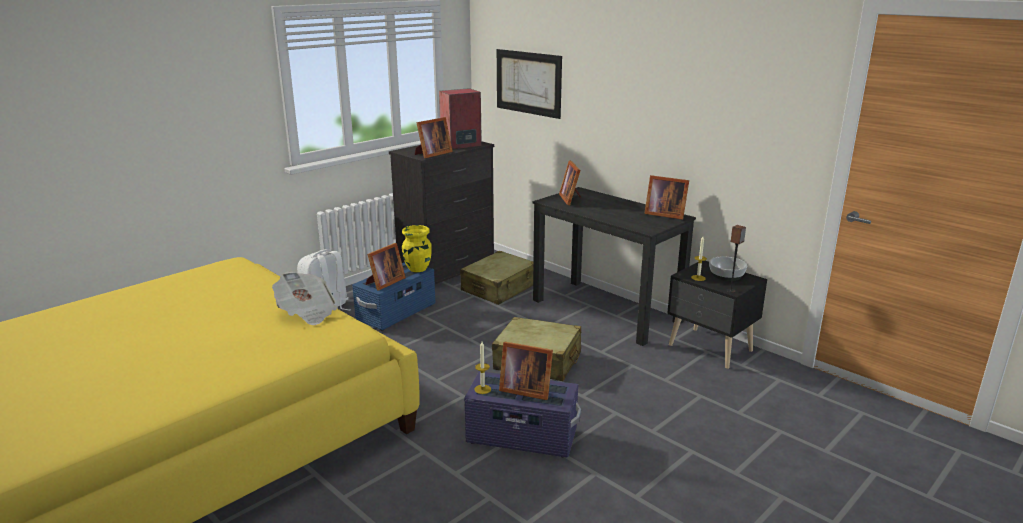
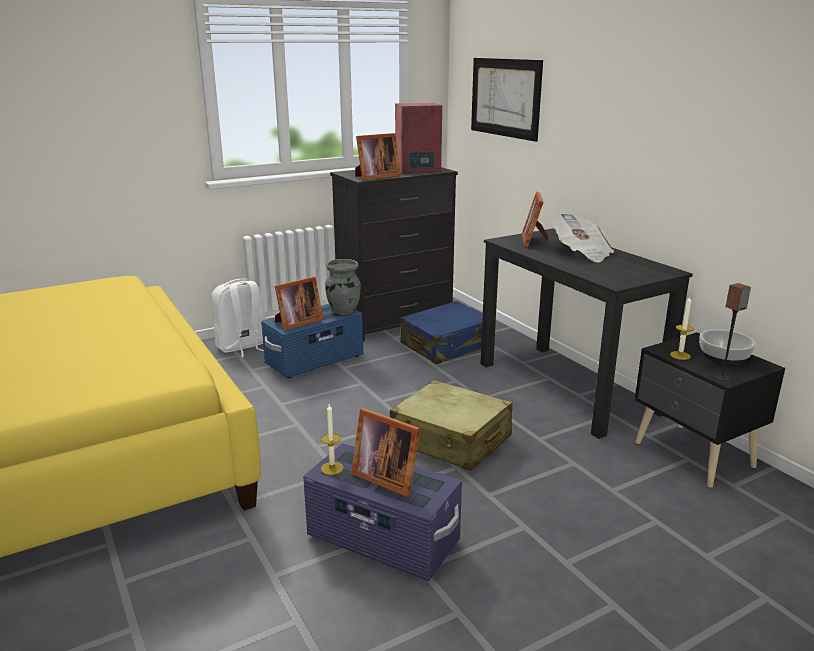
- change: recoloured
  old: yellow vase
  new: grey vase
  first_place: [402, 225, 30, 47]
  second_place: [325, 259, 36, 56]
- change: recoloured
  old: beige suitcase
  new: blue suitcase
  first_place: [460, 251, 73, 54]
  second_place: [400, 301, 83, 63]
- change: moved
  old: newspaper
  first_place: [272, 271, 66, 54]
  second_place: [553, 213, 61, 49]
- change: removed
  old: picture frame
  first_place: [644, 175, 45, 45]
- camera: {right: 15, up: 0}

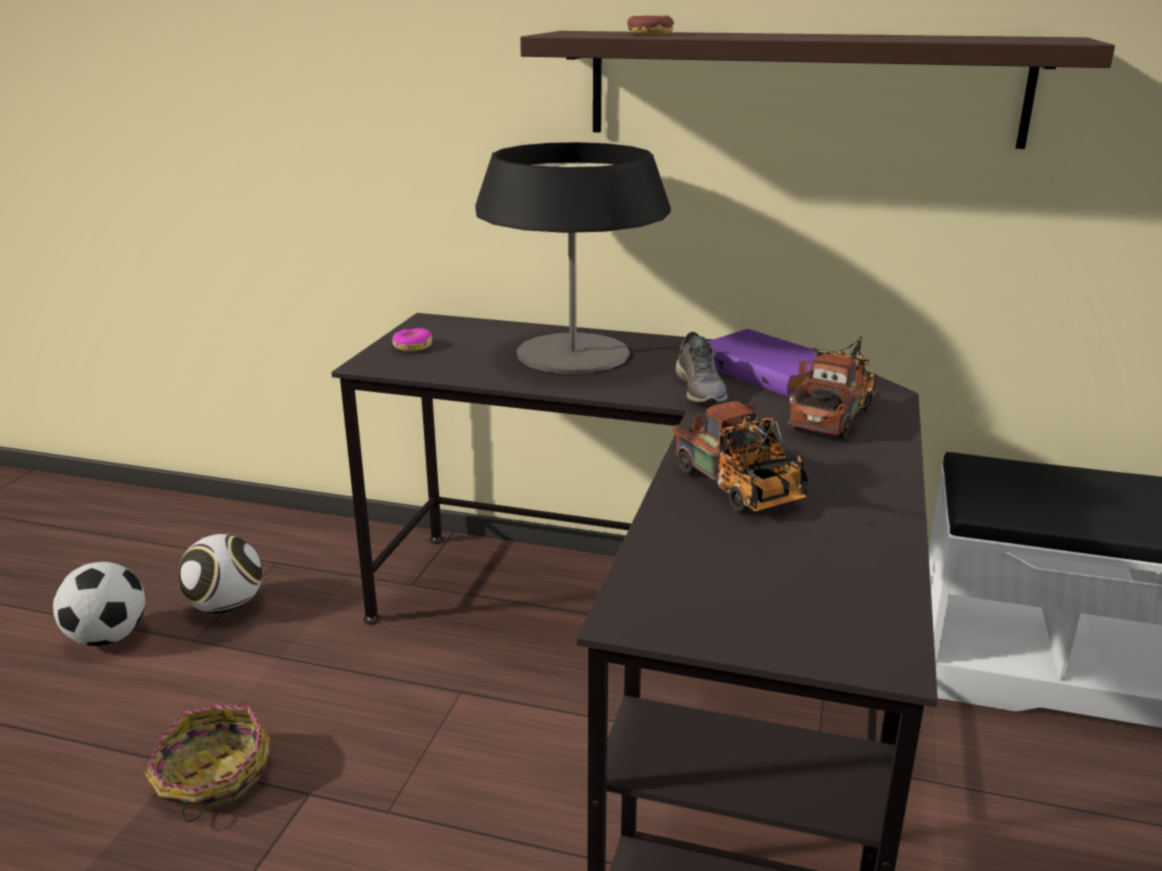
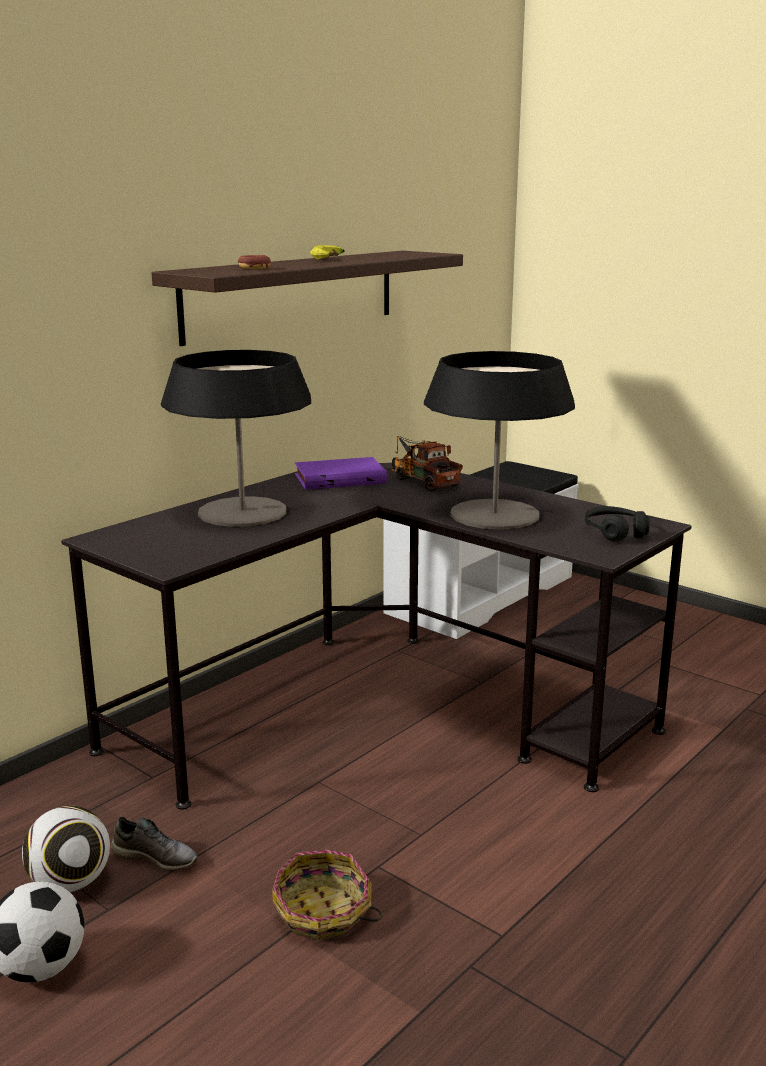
- change: moved
  old: grey shoe
  first_place: [675, 332, 53, 71]
  second_place: [111, 817, 86, 54]
- change: added
  new: banana
  second_place: [310, 245, 34, 15]
- change: replaced
  old: toy truck
  new: table lamp
  first_place: [673, 401, 135, 111]
  second_place: [424, 351, 151, 179]
- change: added
  new: black headphones
  second_place: [585, 506, 65, 36]
- change: removed
  old: donut
  first_place: [392, 328, 40, 23]
- camera: {right: -65, up: -5}

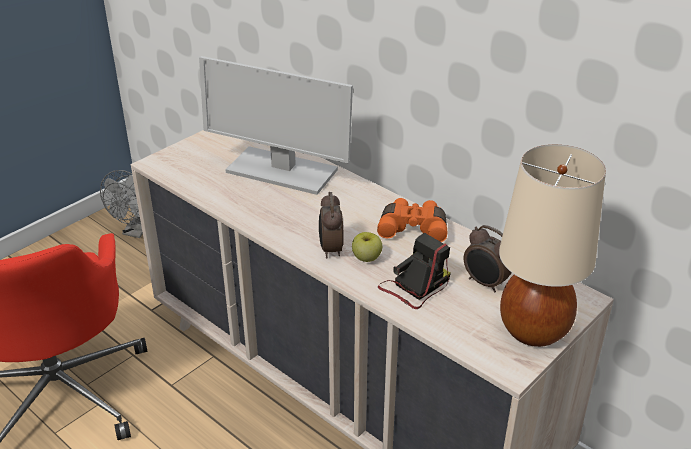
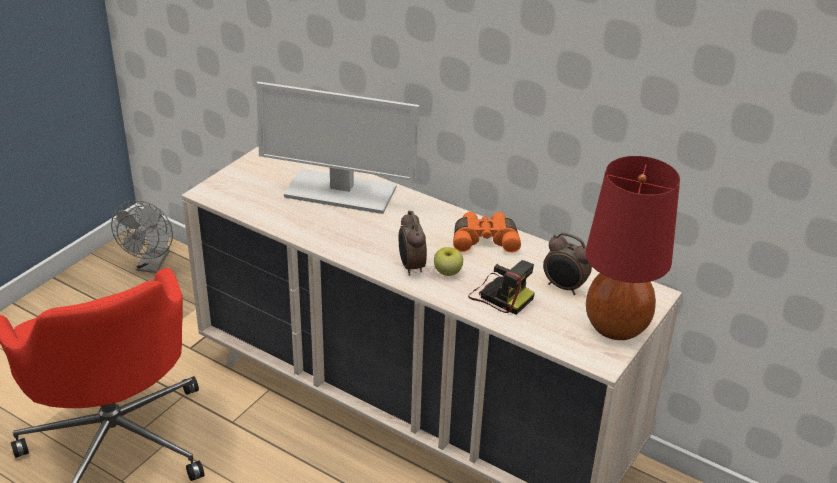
- change: turned
  old: photo camera
  first_place: [378, 233, 73, 76]
  second_place: [468, 260, 67, 55]
  degrees: 90
- change: recoloured
  old: beige table lamp
  new: red table lamp
  first_place: [499, 144, 107, 203]
  second_place: [585, 156, 95, 184]
- camera: {right: -10, up: 0}

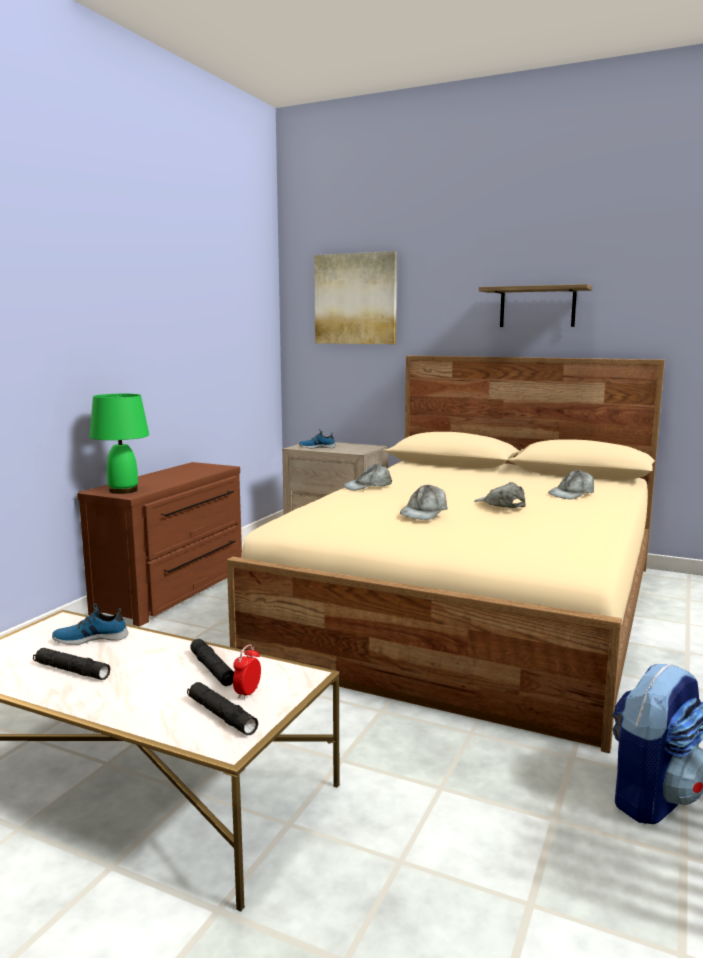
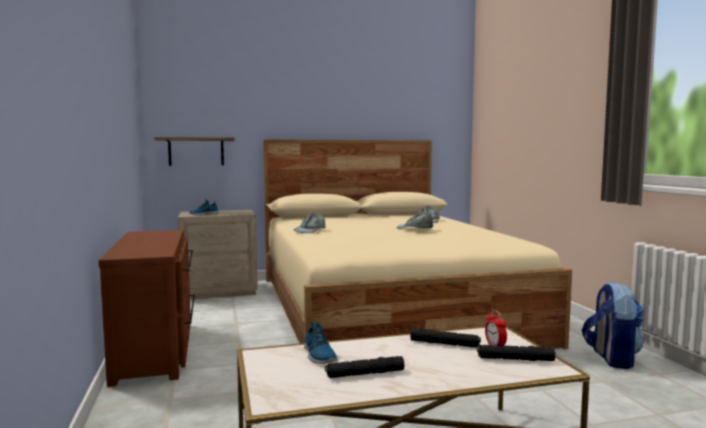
- change: moved
  old: shelf
  first_place: [479, 284, 113, 43]
  second_place: [154, 137, 81, 29]
- change: turned
  old: shoe
  first_place: [52, 603, 76, 42]
  second_place: [304, 321, 34, 43]
  degrees: -60
- change: removed
  old: green table lamp
  first_place: [90, 394, 59, 100]
- change: removed
  old: picture
  first_place: [314, 251, 83, 93]
- change: removed
  old: grey cap
  first_place: [400, 484, 48, 36]
- camera: {right: -40, up: -5}

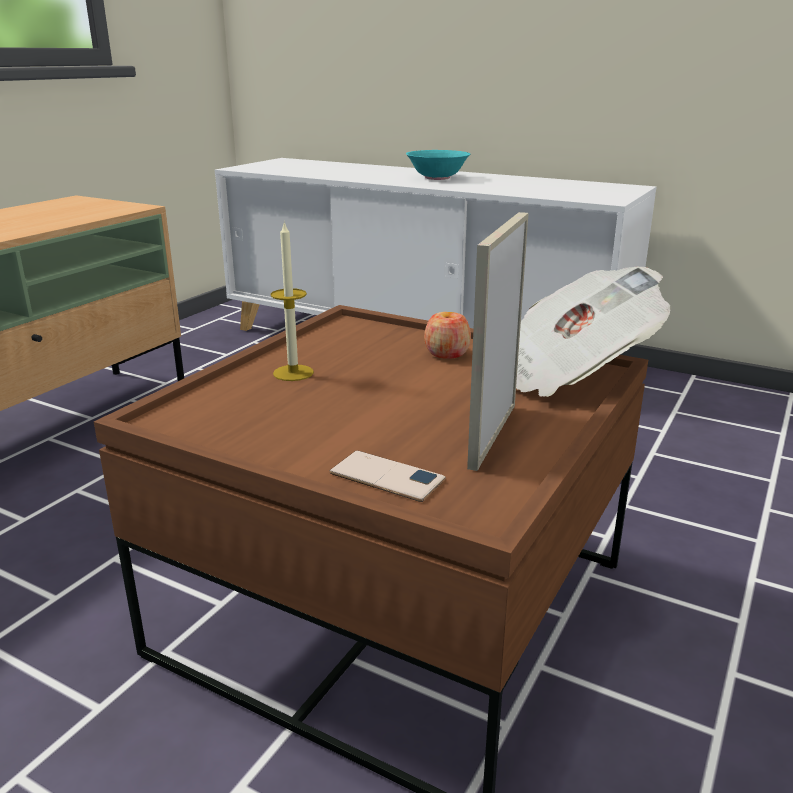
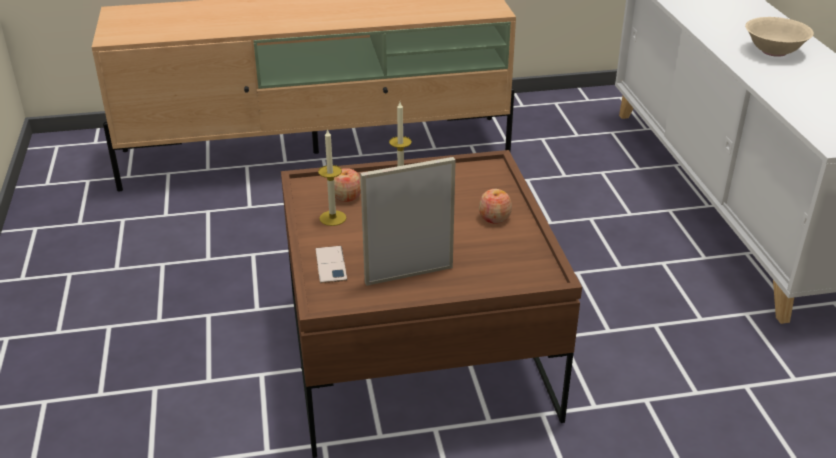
- change: added
  new: candle
  second_place: [318, 129, 28, 97]
- change: added
  new: apple
  second_place: [334, 168, 27, 34]
- change: recoloured
  old: turquoise bowl
  new: beige bowl
  first_place: [406, 150, 64, 30]
  second_place: [745, 17, 69, 40]
- change: removed
  old: newspaper
  first_place: [516, 267, 155, 130]
- camera: {right: 50, up: 10}

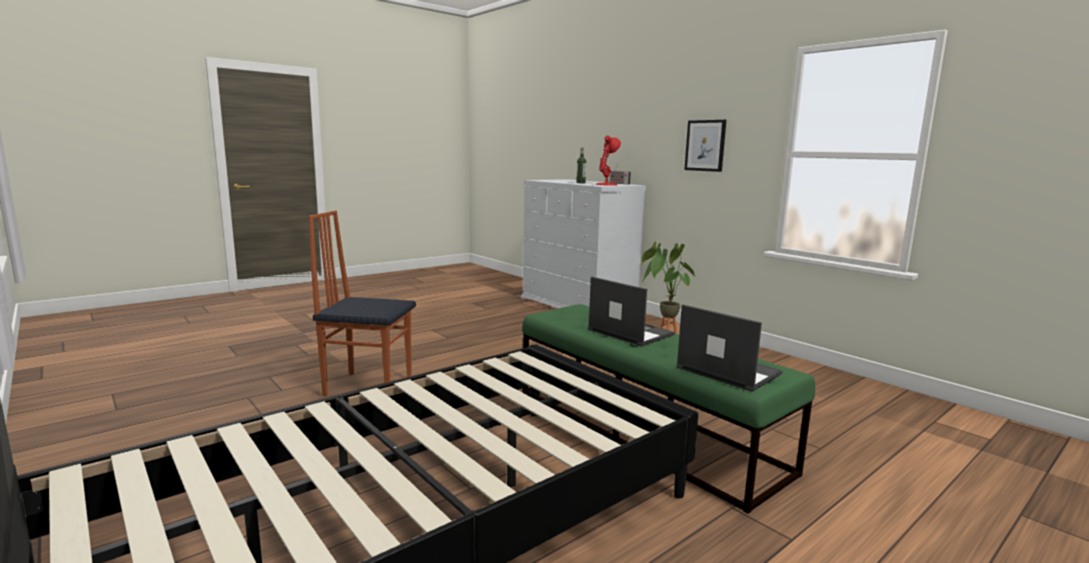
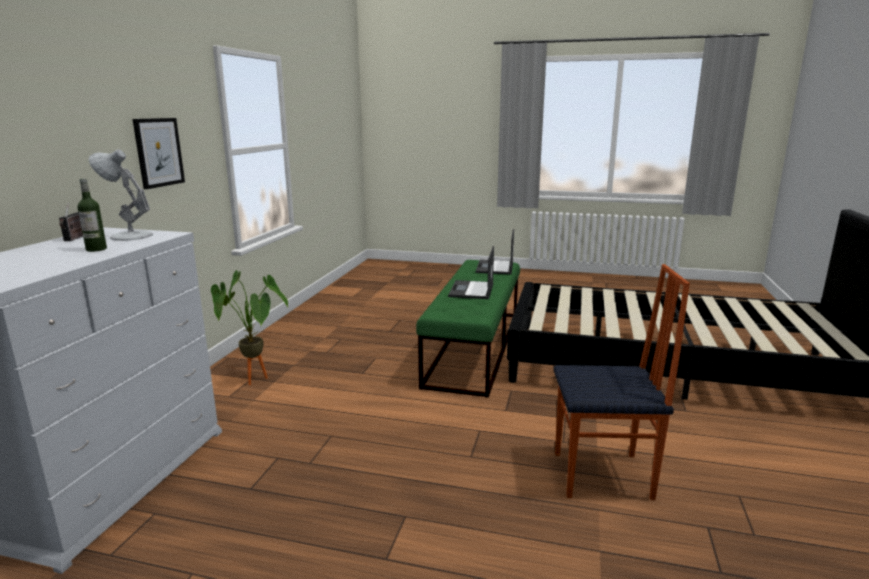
- change: recoloured
  old: red table lamp
  new: white table lamp
  first_place: [596, 135, 25, 51]
  second_place: [89, 150, 64, 91]
- change: turned
  old: chair
  first_place: [308, 211, 108, 185]
  second_place: [553, 264, 137, 236]
  degrees: -60
- camera: {right: -125, up: 5}

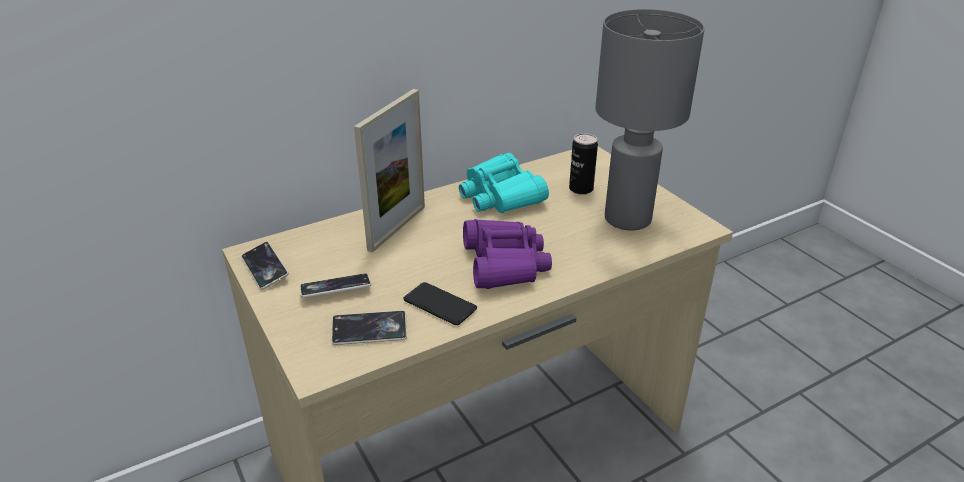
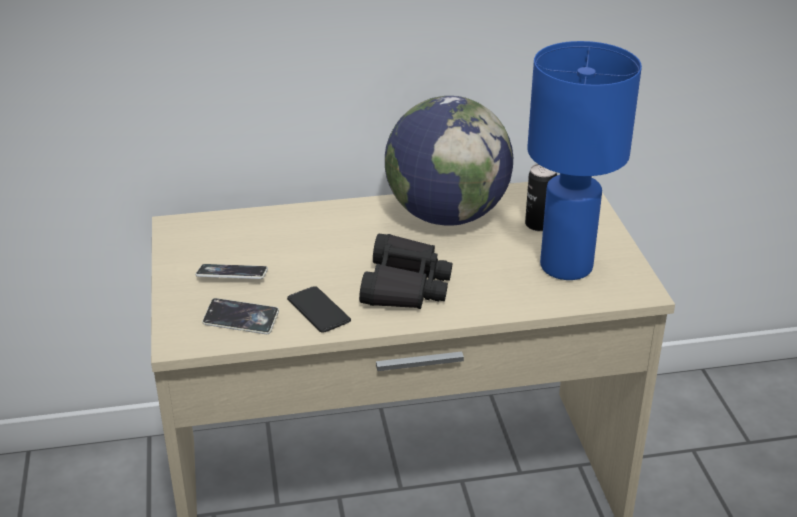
- change: recoloured
  old: purple binoculars
  new: black binoculars
  first_place: [463, 219, 89, 70]
  second_place: [359, 234, 93, 75]
- change: replaced
  old: turquoise binoculars
  new: globe
  first_place: [459, 153, 90, 60]
  second_place: [385, 96, 128, 130]
- change: recoloured
  old: grey table lamp
  new: blue table lamp
  first_place: [595, 9, 110, 222]
  second_place: [527, 41, 115, 239]
- change: removed
  old: phone
  first_place: [241, 242, 48, 48]
- change: removed
  old: picture frame
  first_place: [354, 89, 71, 163]
- camera: {right: 20, up: 0}

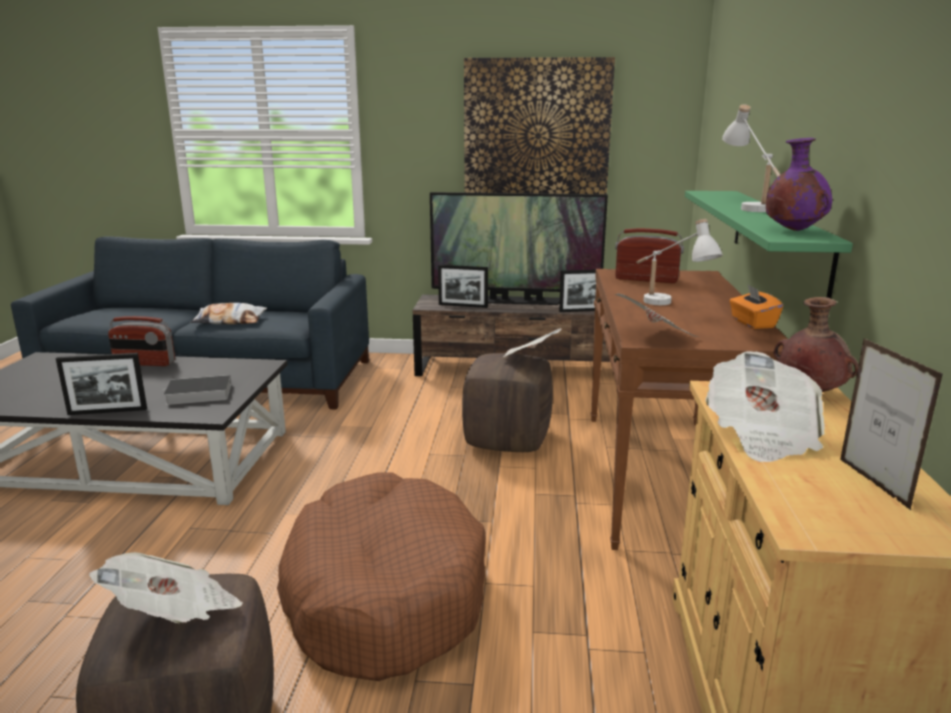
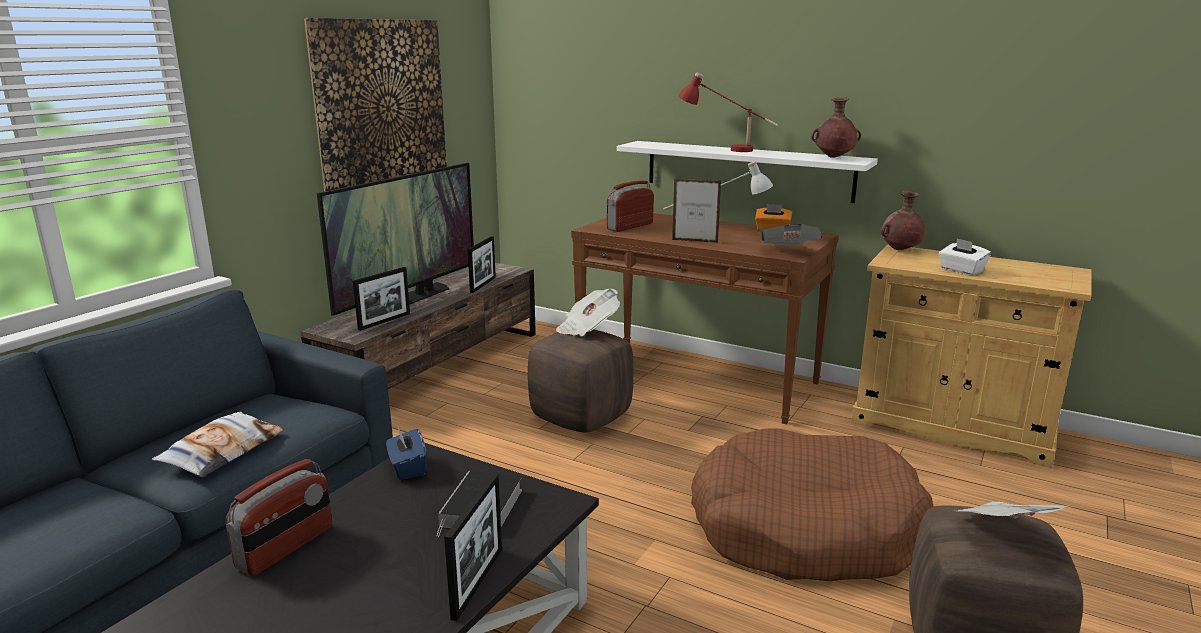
- change: added
  new: blue tissue box
  second_place: [386, 427, 41, 53]
- change: recoloured
  old: green shelf
  new: white shelf
  first_place: [685, 191, 168, 107]
  second_place: [617, 141, 261, 62]
- change: moved
  old: picture frame
  first_place: [840, 338, 103, 172]
  second_place: [672, 178, 49, 65]
- change: recoloured
  old: white table lamp
  new: red table lamp
  first_place: [722, 104, 58, 108]
  second_place: [678, 72, 101, 80]
- change: recoloured
  old: purple vase
  new: brown vase
  first_place: [766, 138, 66, 93]
  second_place: [811, 97, 50, 61]
- change: replaced
  old: newspaper
  new: white tissue box
  first_place: [705, 351, 120, 111]
  second_place: [939, 238, 52, 37]
- camera: {right: -65, up: 0}

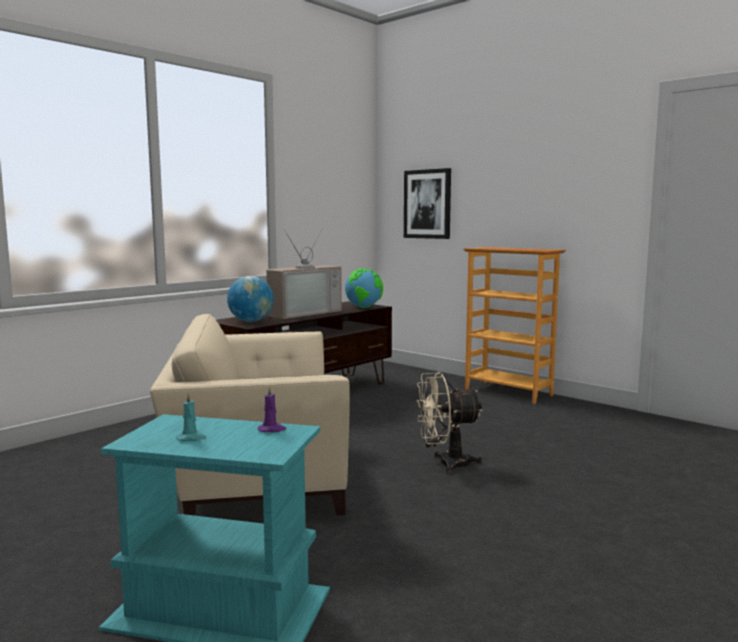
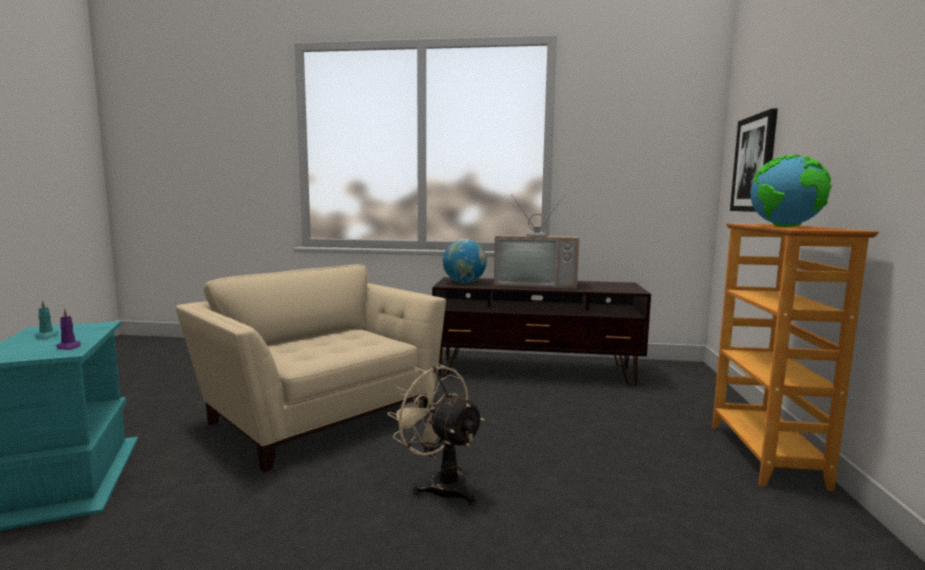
- change: moved
  old: globe
  first_place: [345, 268, 38, 40]
  second_place: [750, 155, 82, 72]
- camera: {right: 55, up: 0}

